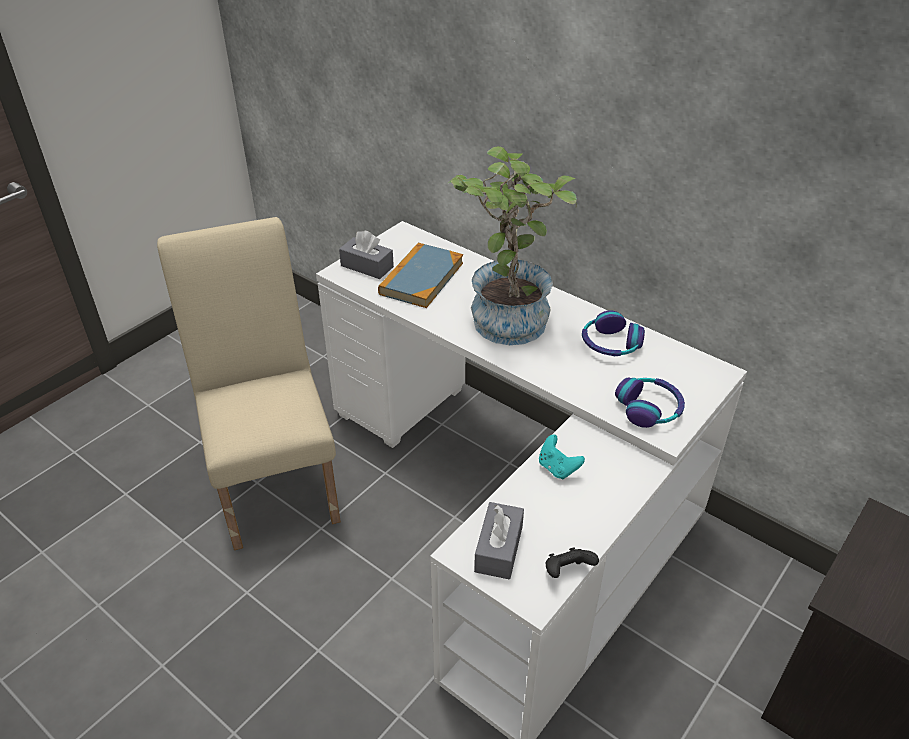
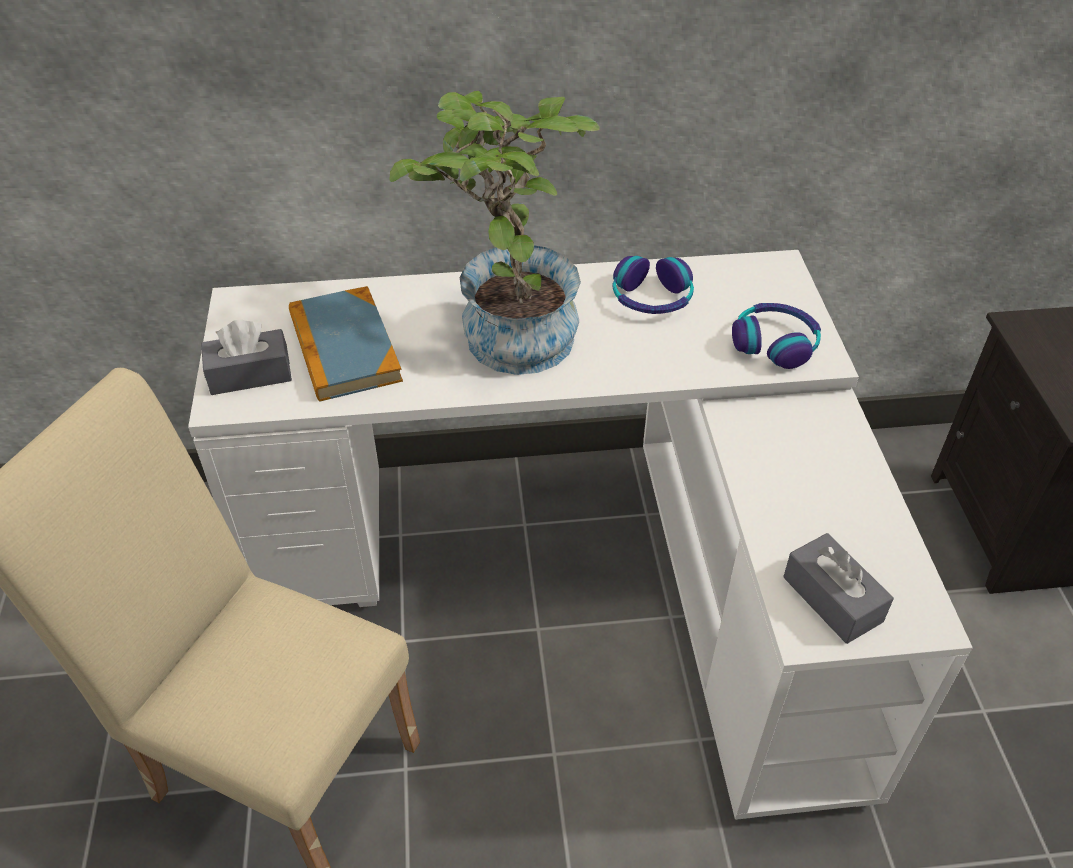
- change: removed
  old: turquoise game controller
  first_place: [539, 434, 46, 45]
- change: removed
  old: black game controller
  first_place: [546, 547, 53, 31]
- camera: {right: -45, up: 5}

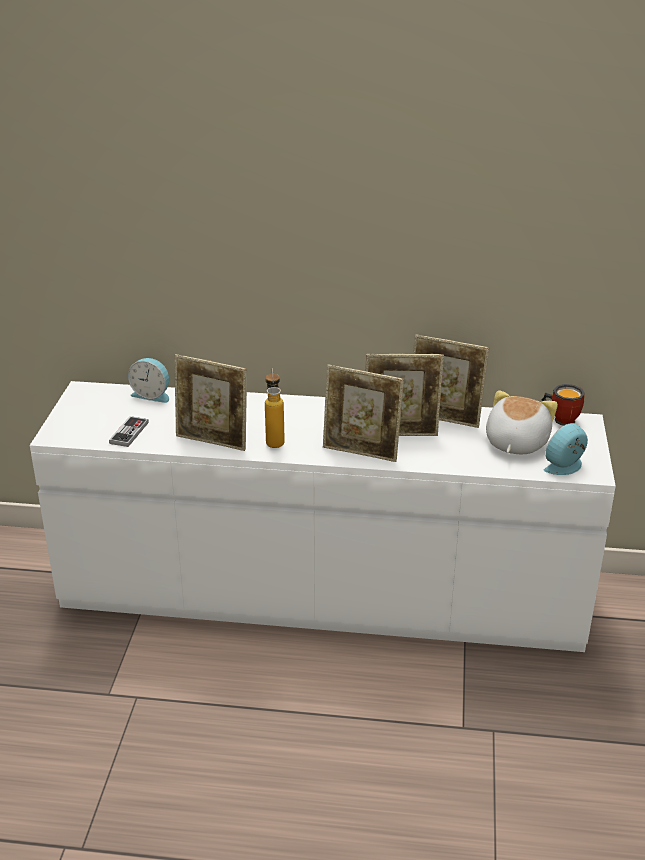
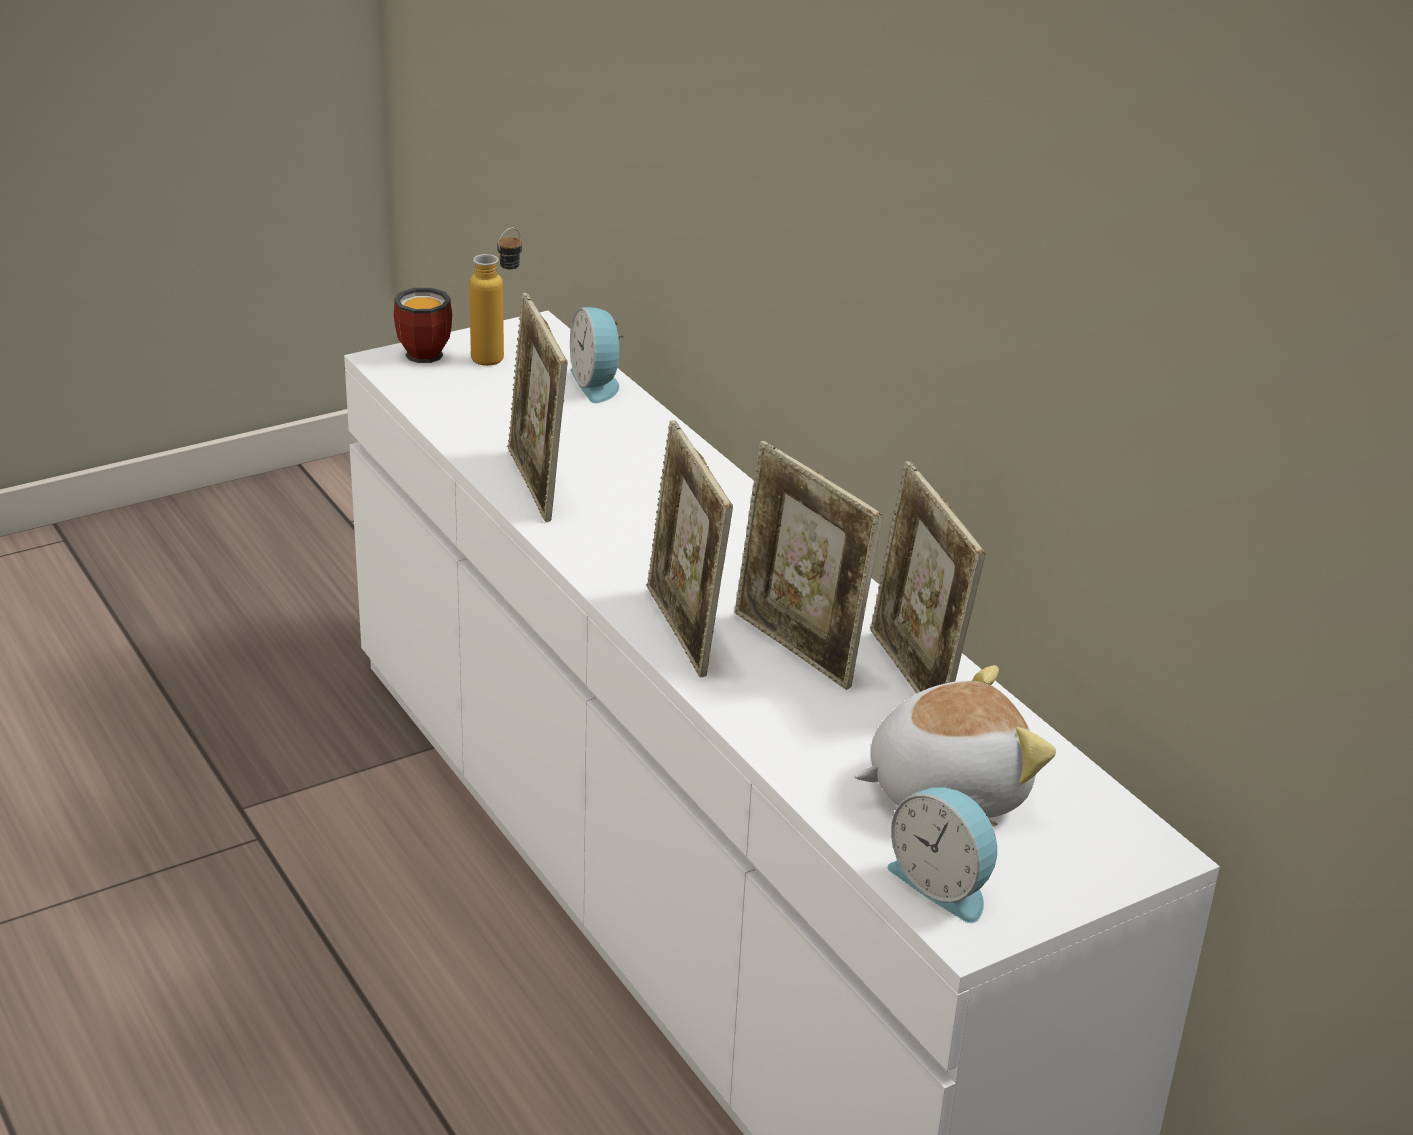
- change: moved
  old: mug
  first_place: [542, 384, 43, 42]
  second_place: [394, 288, 58, 75]
- change: moved
  old: bottle
  first_place: [265, 369, 20, 79]
  second_place: [469, 228, 53, 138]
- change: turned
  old: alarm clock
  first_place: [544, 423, 44, 52]
  second_place: [888, 787, 109, 136]
  degrees: -150
- change: removed
  old: game controller
  first_place: [109, 416, 40, 31]
- camera: {right: 50, up: 0}

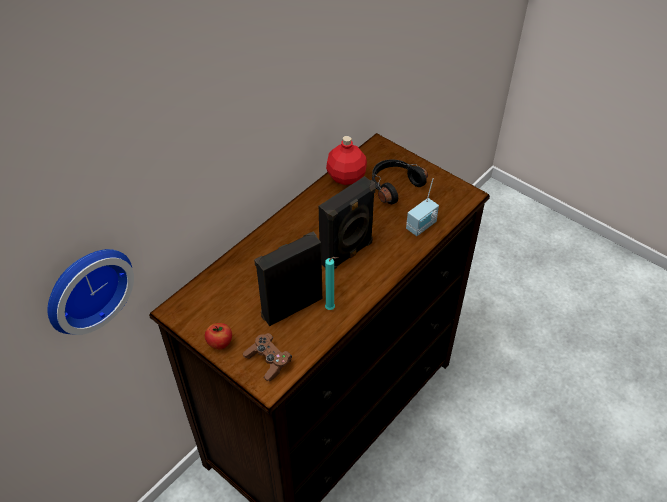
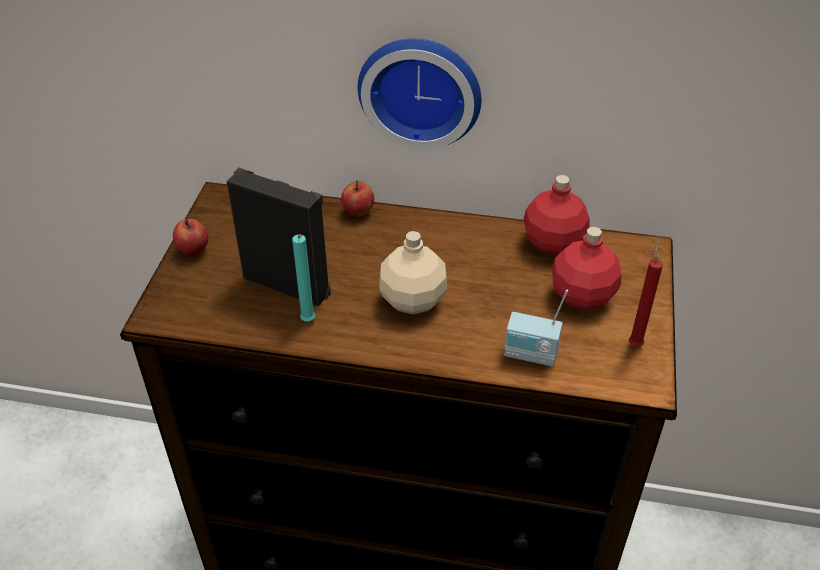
- change: added
  new: apple
  second_place: [341, 181, 33, 36]
- change: moved
  old: wall clock
  first_place: [47, 249, 87, 86]
  second_place: [358, 38, 124, 112]
- change: replaced
  old: black speaker
  new: beige bottle
  first_place: [319, 176, 57, 93]
  second_place: [379, 231, 68, 83]
- change: replaced
  old: black headphones
  new: red bottle
  first_place: [372, 159, 56, 45]
  second_place: [552, 227, 69, 83]
- change: added
  new: red candle
  second_place: [628, 244, 35, 103]
- change: removed
  old: brown game controller
  first_place: [243, 333, 49, 48]
- camera: {right: 60, up: -5}

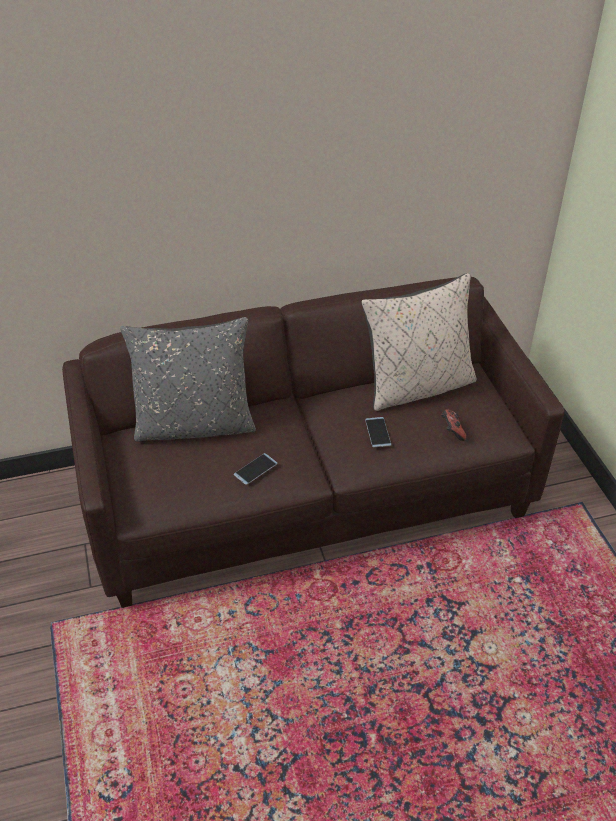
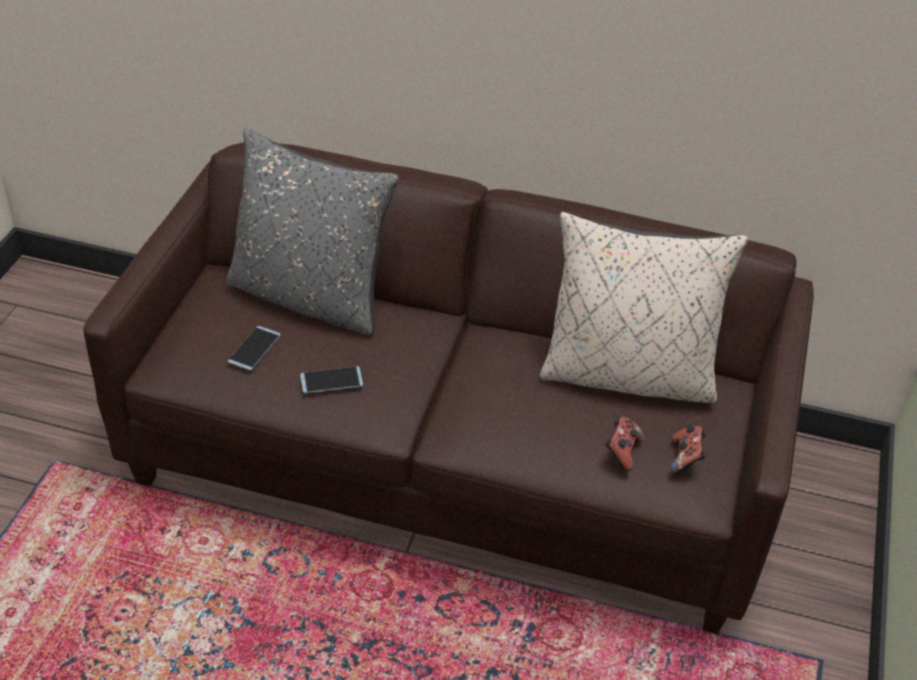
- change: moved
  old: phone
  first_place: [365, 417, 26, 30]
  second_place: [228, 326, 53, 45]
- change: added
  new: game controller
  second_place: [671, 425, 36, 49]
- camera: {right: 30, up: 0}

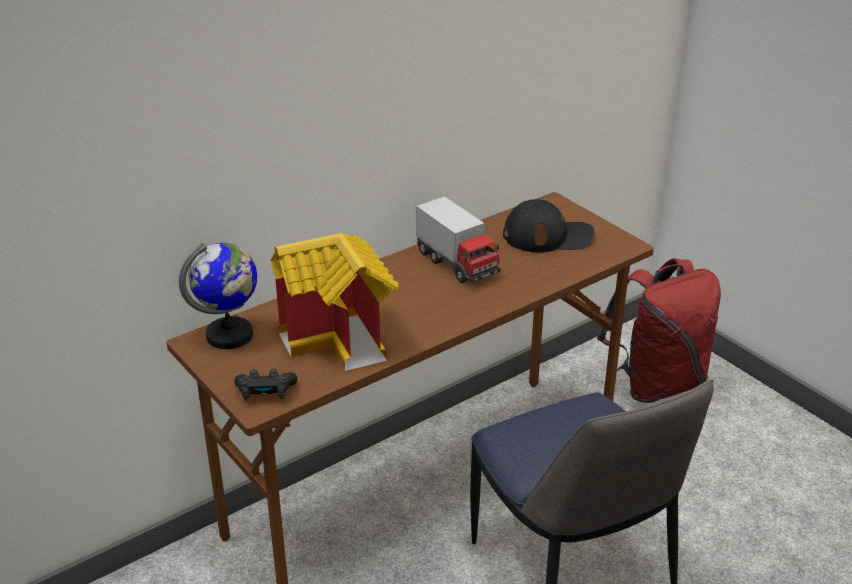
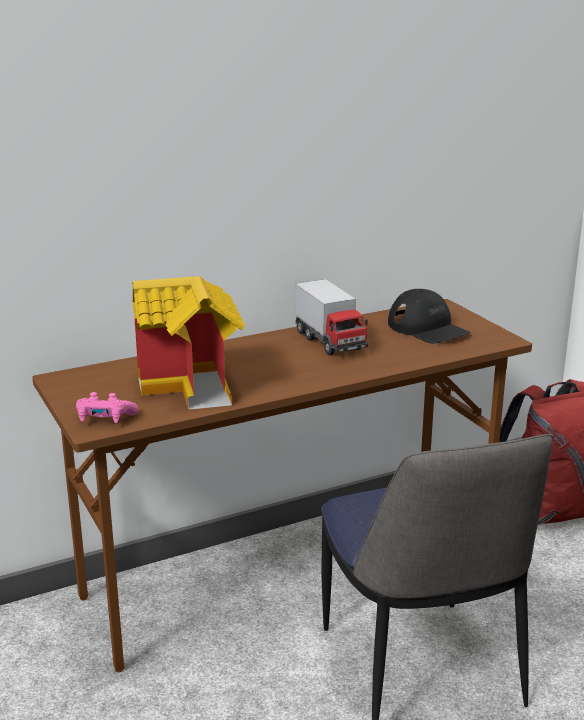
- change: recoloured
  old: black game controller
  new: pink game controller
  first_place: [234, 368, 64, 33]
  second_place: [76, 392, 63, 31]
- change: turned
  old: black cap
  first_place: [503, 199, 92, 54]
  second_place: [388, 289, 82, 54]
  degrees: 45
- change: removed
  old: globe
  first_place: [179, 243, 78, 106]
- camera: {right: 10, up: -10}

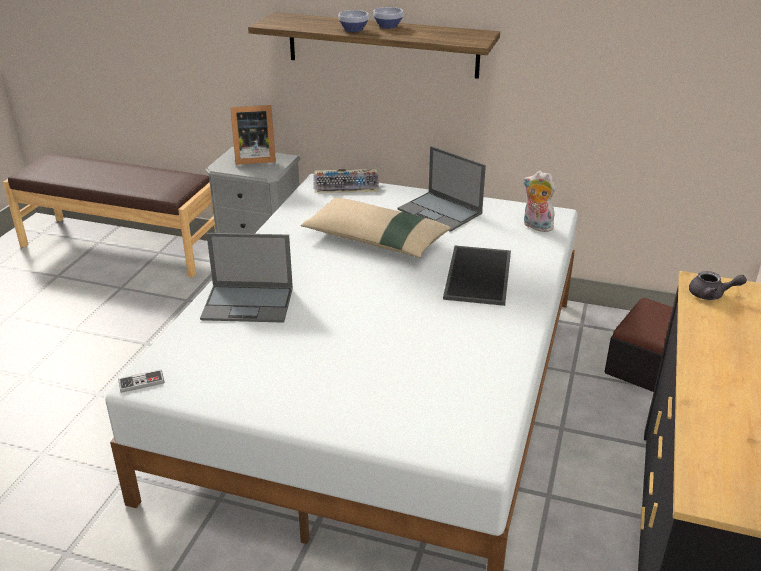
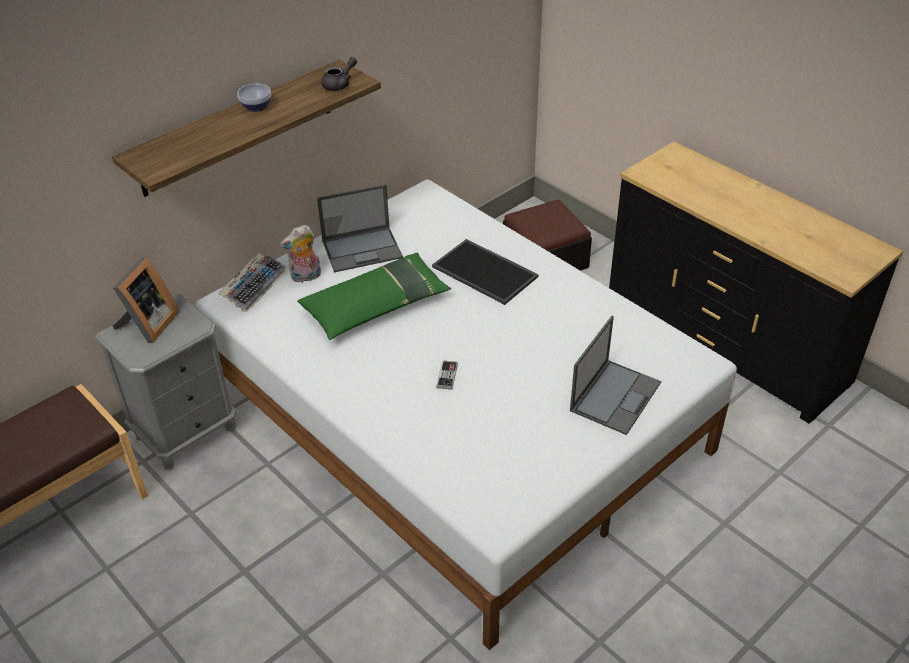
- change: moved
  old: plush toy
  first_place: [523, 171, 33, 61]
  second_place: [280, 225, 41, 58]
- change: recoloured
  old: beige pillow
  new: green pillow
  first_place: [301, 198, 150, 60]
  second_place: [297, 253, 154, 87]
- change: moved
  old: grey teapot
  first_place: [689, 271, 58, 29]
  second_place: [321, 57, 36, 34]
- change: moved
  old: game controller
  first_place: [118, 369, 46, 24]
  second_place: [436, 360, 22, 30]
- change: moved
  old: laptop
  first_place: [200, 233, 93, 90]
  second_place: [570, 316, 91, 119]
- change: removed
  old: bowl
  first_place: [338, 10, 31, 22]
- camera: {right: -60, up: 10}

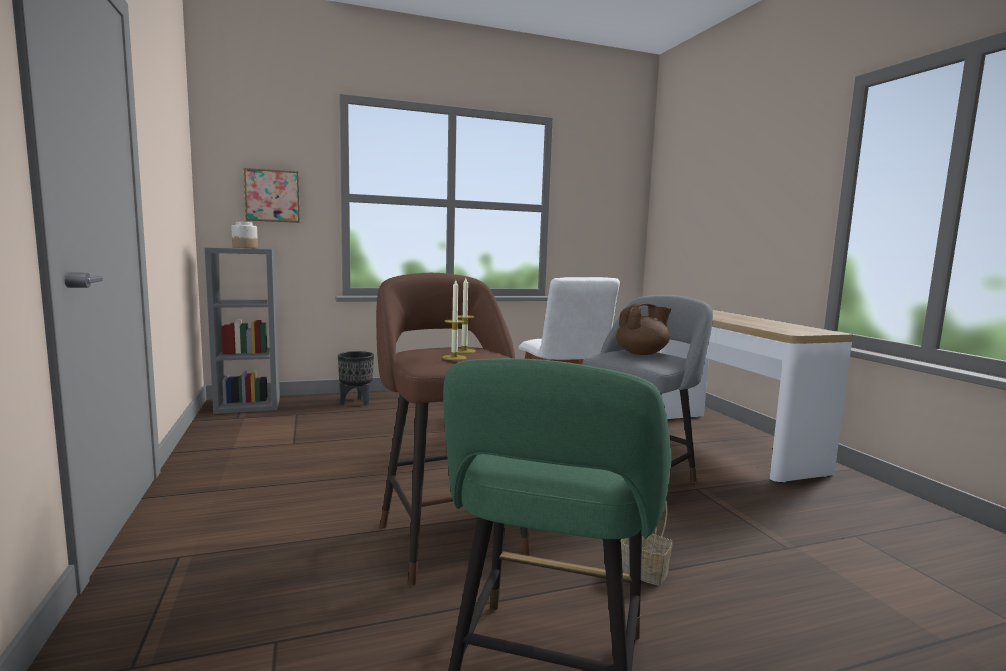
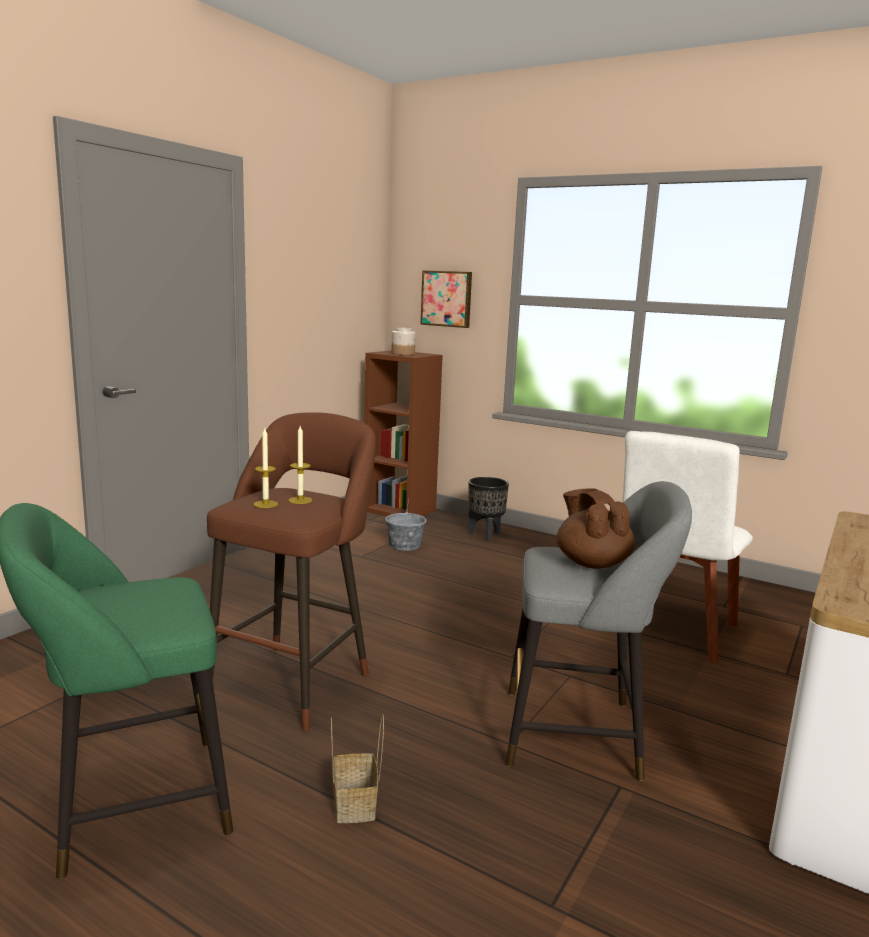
- change: recoloured
  old: grey bookcase
  new: brown bookcase
  first_place: [205, 247, 75, 167]
  second_place: [364, 350, 79, 167]
- change: added
  new: grey bucket
  second_place: [385, 498, 41, 53]
- change: turned
  old: brown teapot
  first_place: [616, 303, 55, 52]
  second_place: [556, 488, 79, 81]
  degrees: -135
- camera: {right: 50, up: 5}

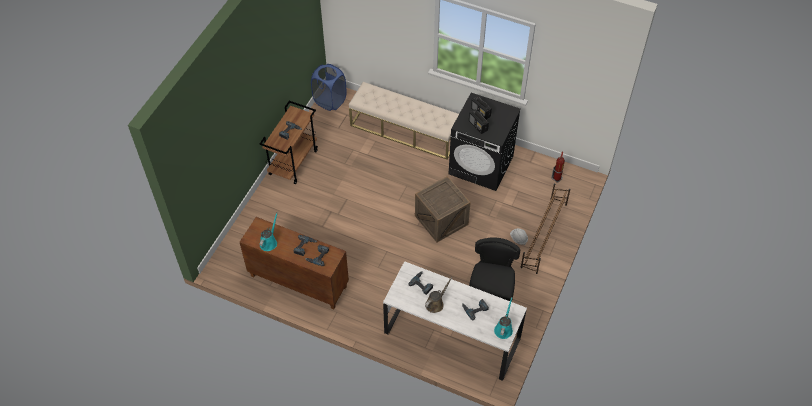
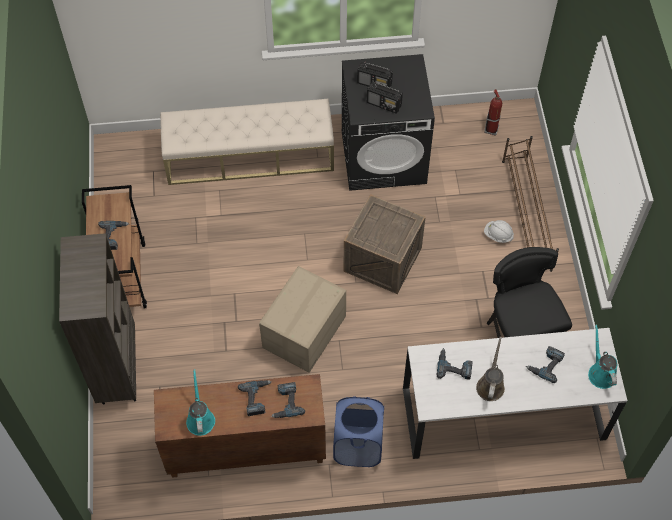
- change: added
  new: brown bookcase
  second_place: [59, 233, 77, 172]
- change: added
  new: cardboard box
  second_place: [259, 266, 87, 107]
- change: moved
  old: blue laundry basket
  first_place: [311, 64, 36, 47]
  second_place: [333, 397, 51, 70]
- camera: {right: -30, up: 5}

